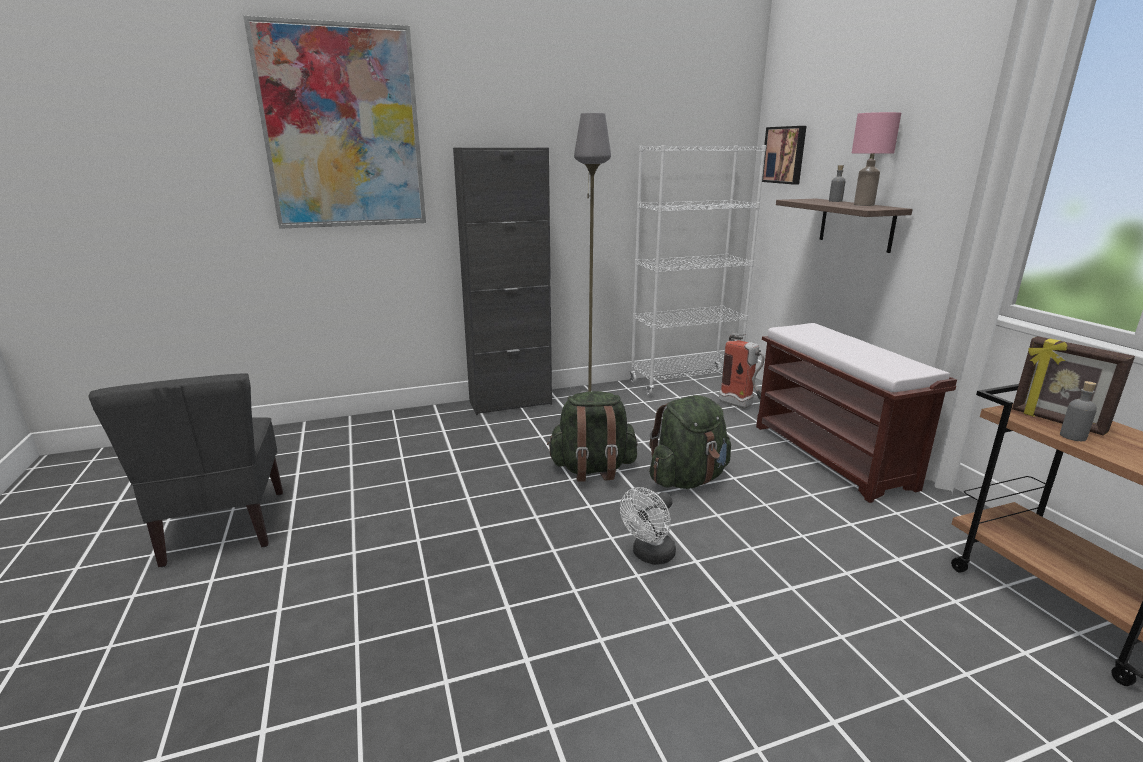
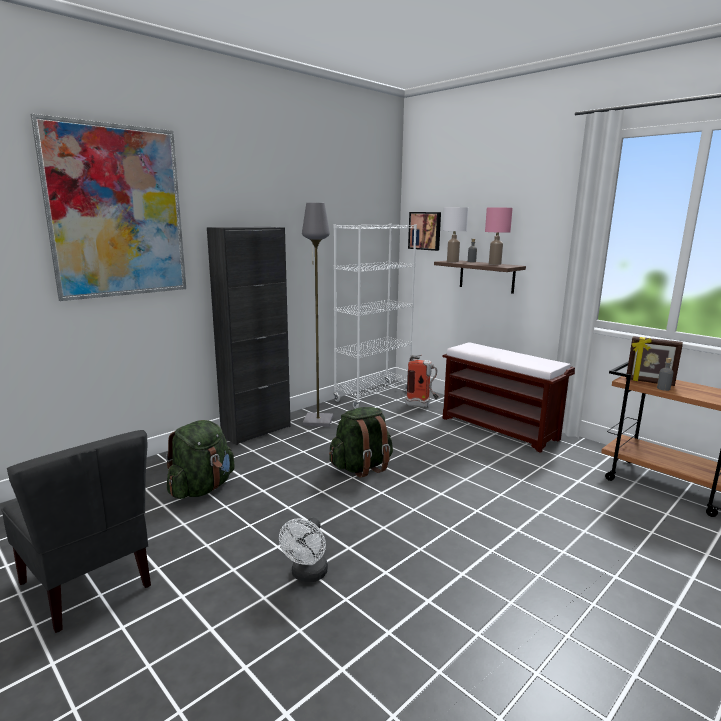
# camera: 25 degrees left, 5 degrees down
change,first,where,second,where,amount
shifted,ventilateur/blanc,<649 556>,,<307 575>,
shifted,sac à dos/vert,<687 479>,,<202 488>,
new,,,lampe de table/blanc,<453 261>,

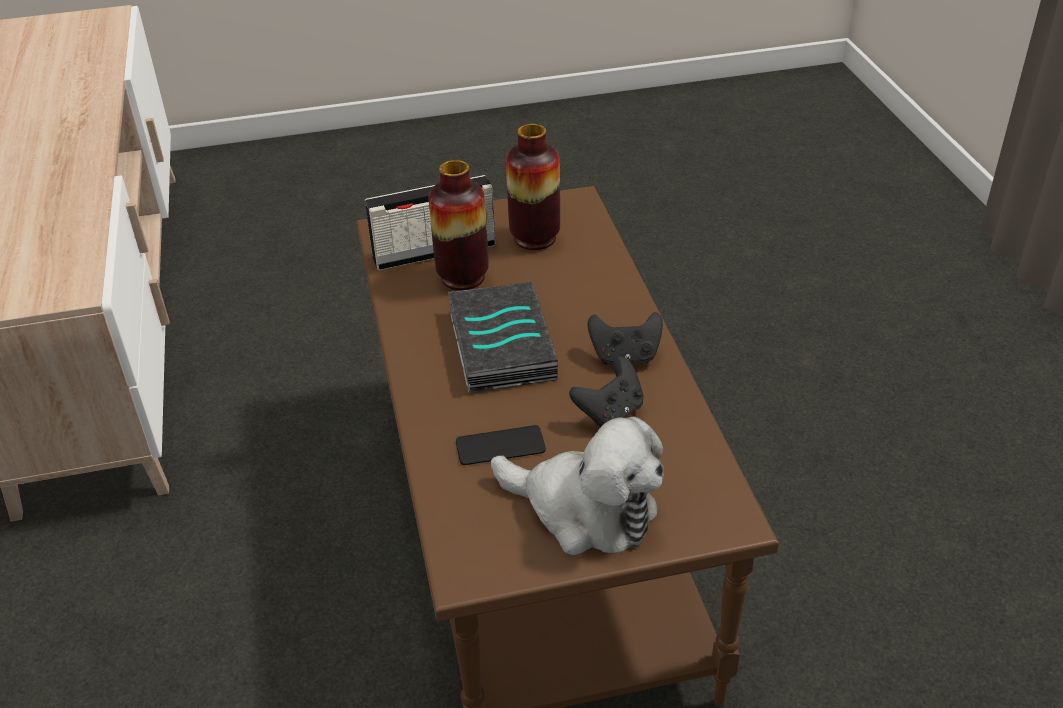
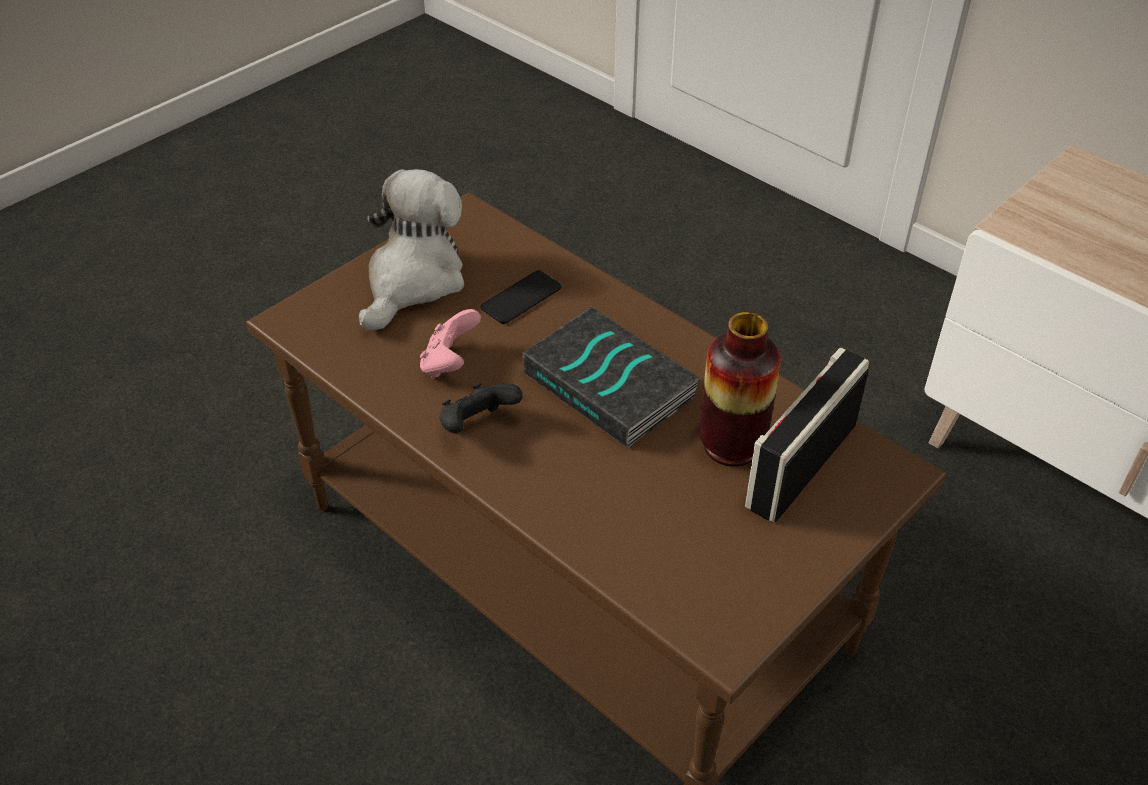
# camera: 145 degrees right, 5 degrees up
change,first,where,second,where,amount
rotated,peluche,<585 510>,,<413 281>,120 degrees clockwise
gone,vase,<535 238>,,,
repainted,manette/noir,<610 412>,manette/rose,<450 363>,

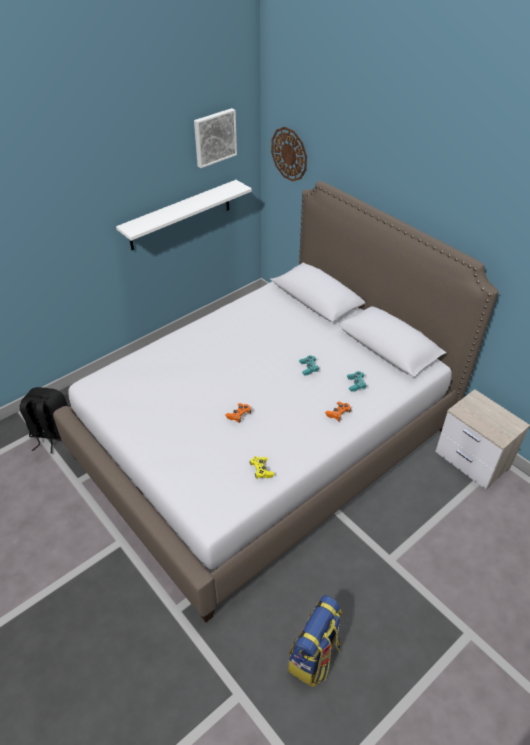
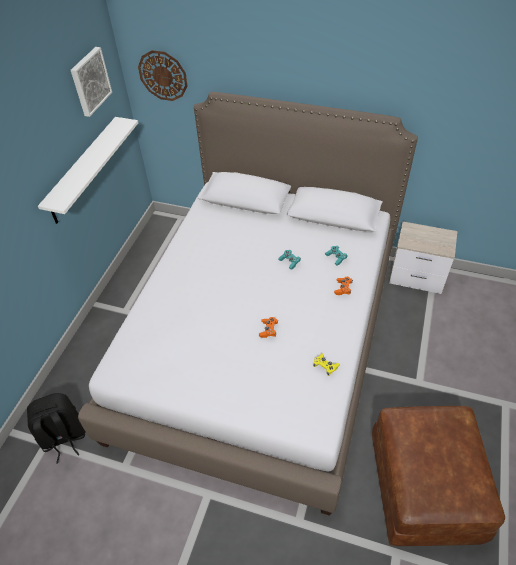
# camera: 30 degrees left, 5 degrees up
change,first,where,second,where,amount
swapped,sac à dos,<314 657>,pouf/marron,<425 488>,

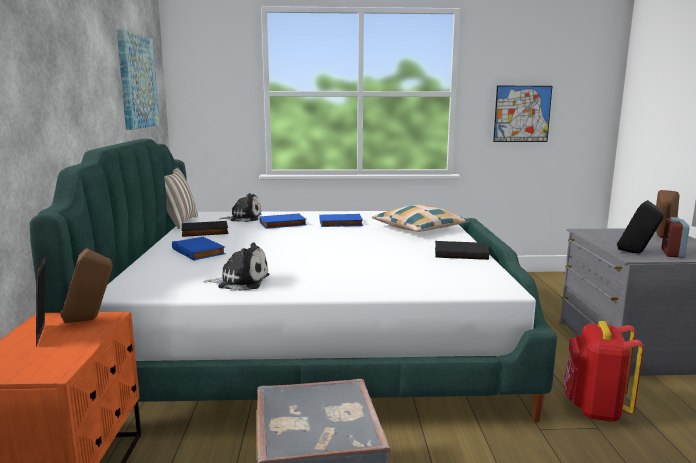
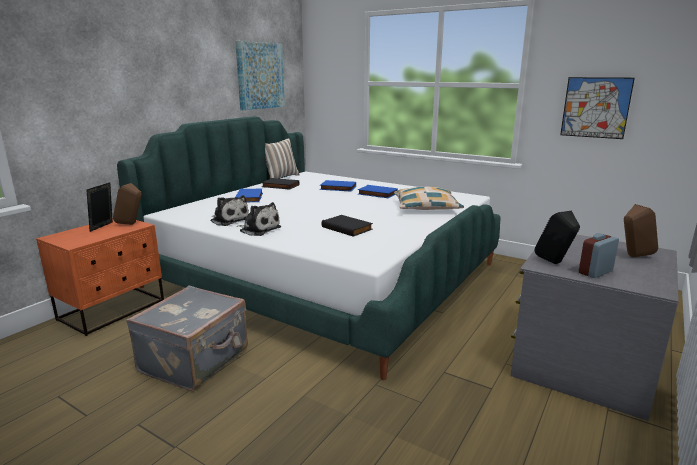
# camera: 35 degrees right, 5 degrees up
change,first,where,second,where,amount
shifted,peluche,<243 218>,,<259 229>,
shifted,livre/noir,<461 253>,,<348 228>,
gone,sac à dos/rouge,<595 409>,,,

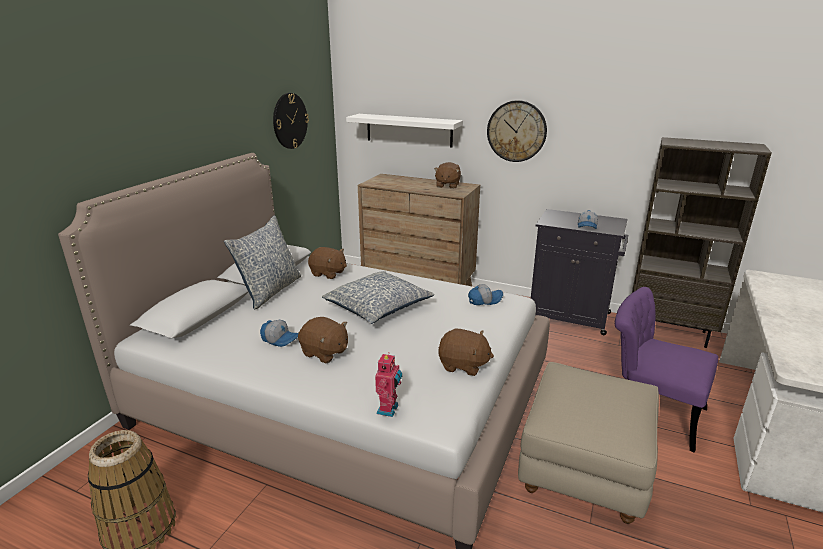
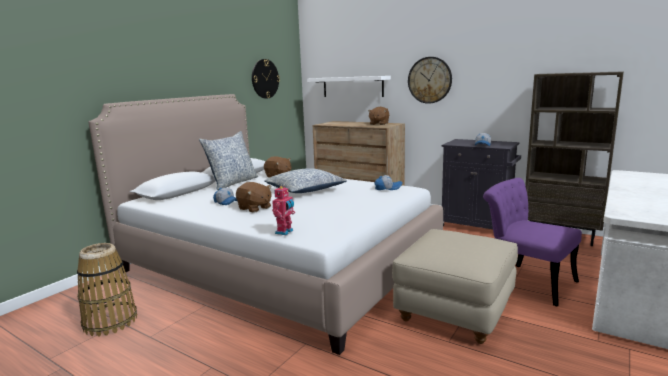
# camera: 10 degrees right, 10 degrees down
change,first,where,second,where,amount
gone,peluche/marron,<463 365>,,,

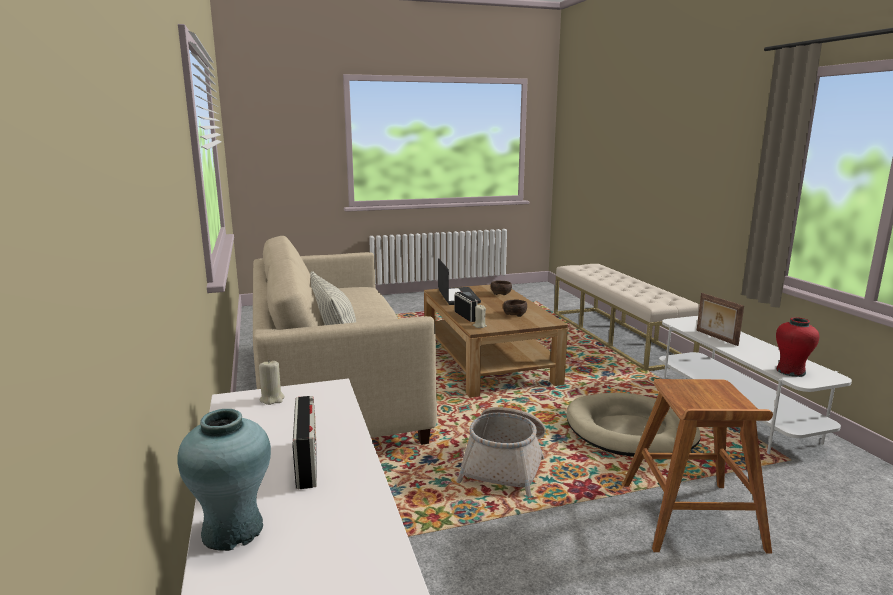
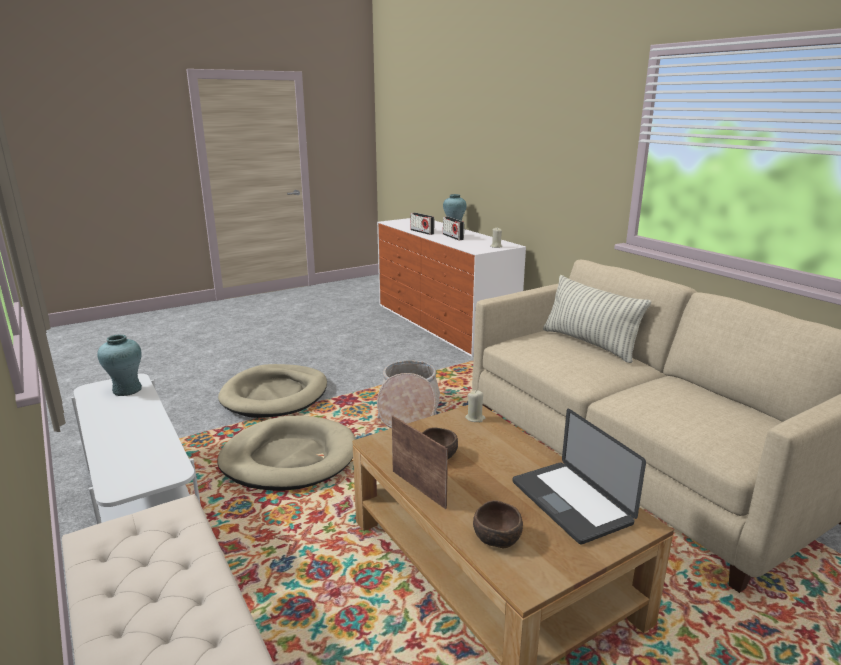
# camera: 165 degrees right, 5 degrees up
change,first,where,second,where,amount
shifted,radio,<465 316>,,<422 232>,
swapped,tabouret/marron,<691 517>,panier pour chien/beige,<275 395>,
shifted,cadre photo,<716 338>,,<419 488>,
repainted,vase/rouge,<790 371>,vase/turquoise,<127 390>,

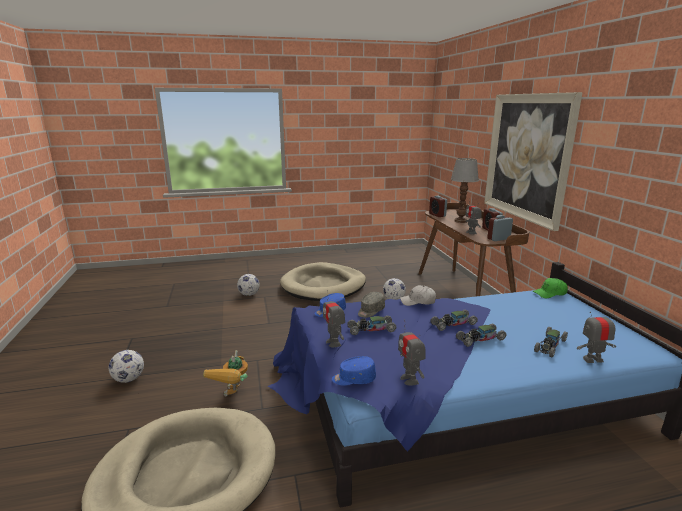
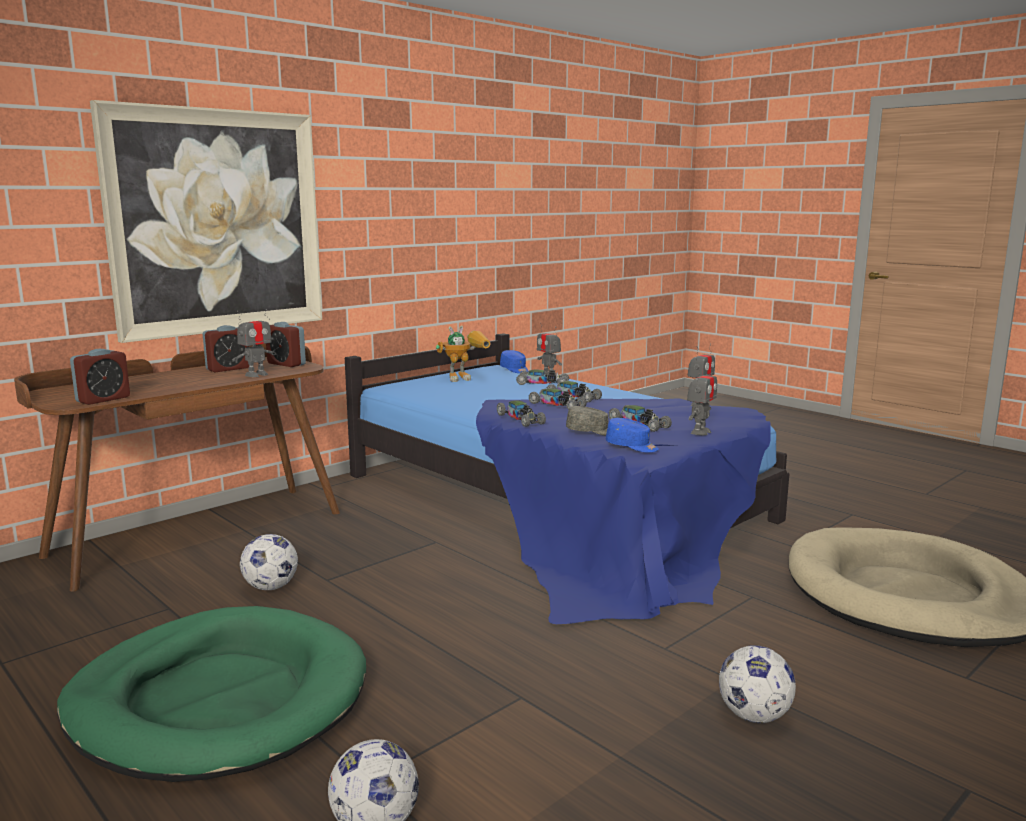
# camera: 120 degrees left, 5 degrees down
change,first,where,second,where,amount
shifted,ballon de foot,<129 379>,,<754 716>,
shifted,robot jouet,<233 396>,,<466 378>,
repainted,panier pour chien/beige,<323 286>,panier pour chien/vert,<219 700>,
shifted,casquette/bleu,<353 379>,,<515 369>,
swapped,casquette/blanc,<418 301>,petite voiture,<521 419>,
gone,lampe de table,<460 221>,,,
gone,casquette/vert,<550 293>,,,

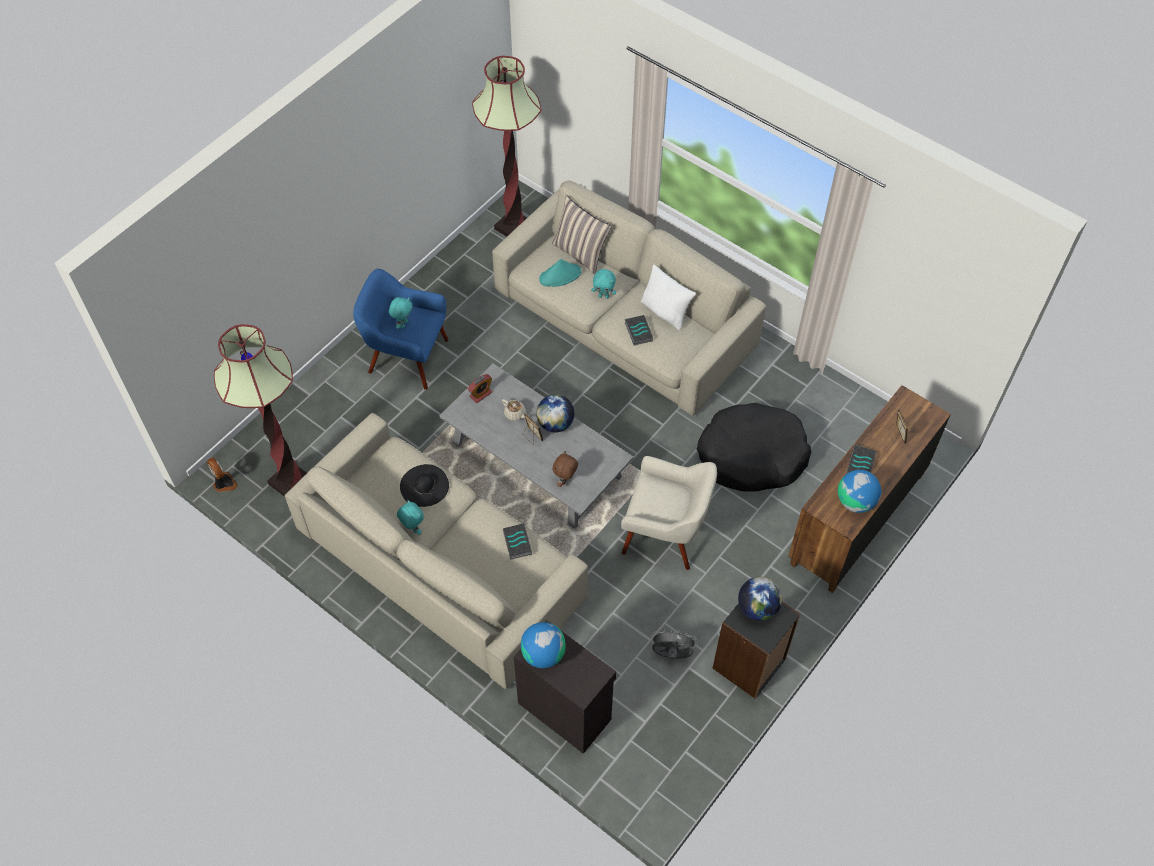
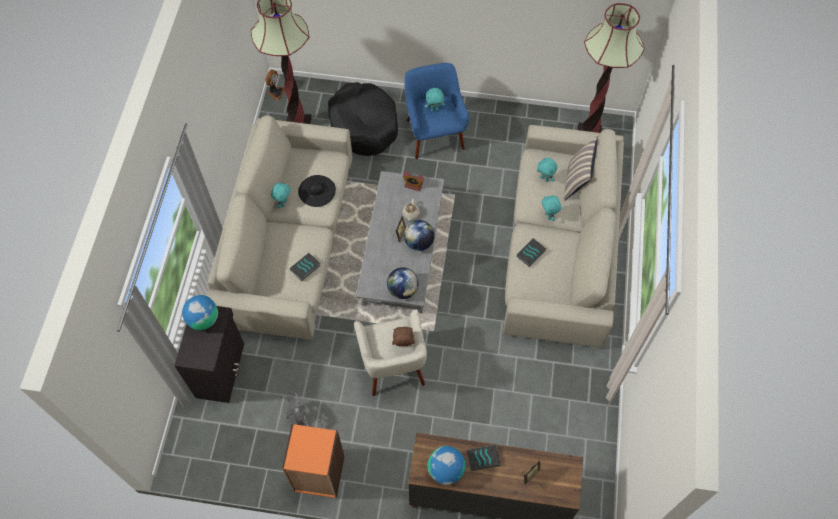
# camera: 60 degrees right, 5 degrees up
change,first,where,second,where,amount
swapped,chapeau/turquoise,<560 275>,peluche/turquoise,<545 178>,
shifted,peluche/marron,<565 480>,,<403 345>,
gone,coussin/blanc,<665 312>,,,
shifted,panier pour chien/noir,<751 456>,,<364 125>,
repainted,bibliothèque/noir,<749 664>,bibliothèque/orange,<319 474>,
shifted,globe,<757 607>,,<403 290>,

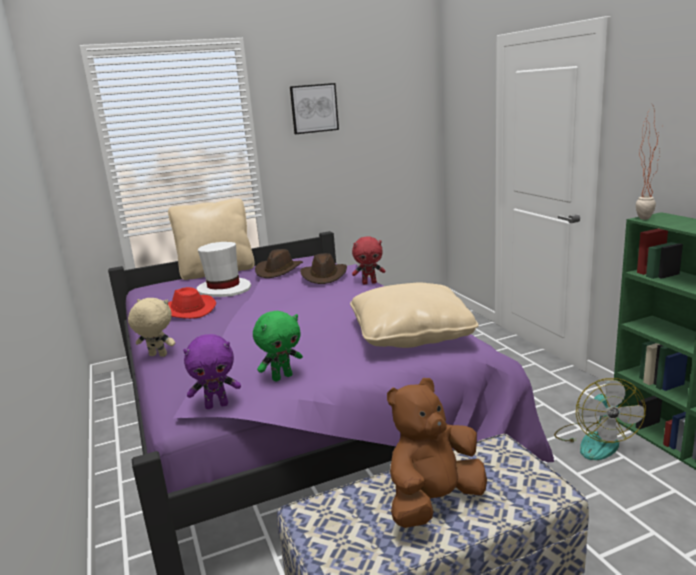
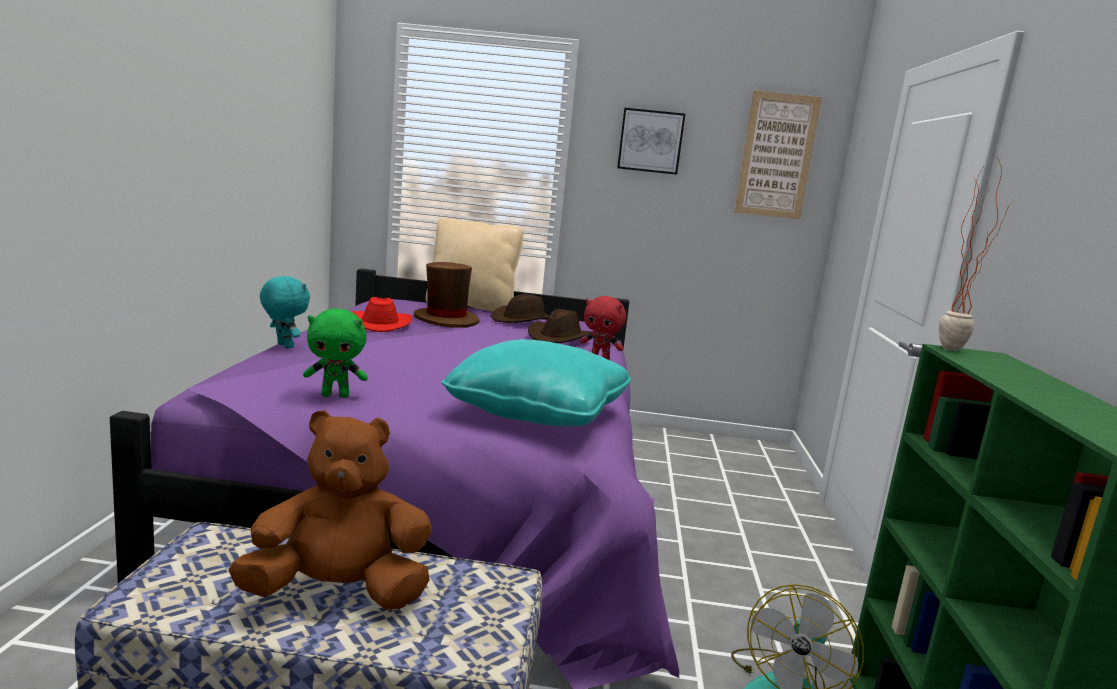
# camera: 25 degrees right, 5 degrees down
change,first,where,second,where,amount
repainted,peluche/beige,<157 356>,peluche/turquoise,<283 346>,
gone,peluche/violet,<217 405>,,,
repainted,chapeau/blanc,<224 289>,chapeau/marron,<446 320>,
repainted,coussin/beige,<411 335>,coussin/turquoise,<538 411>,
new,,,tableau,<776 156>,

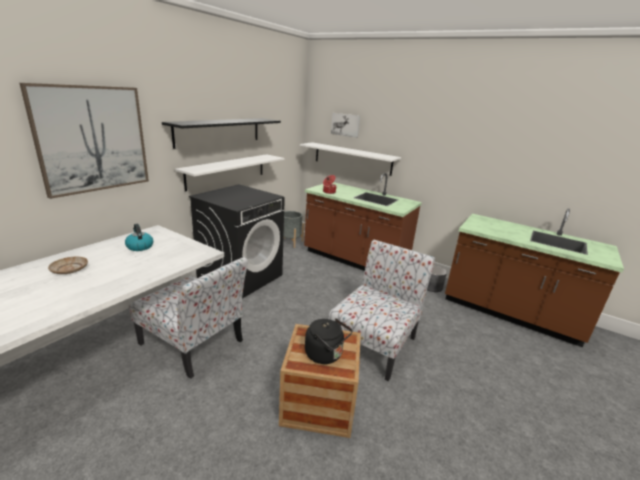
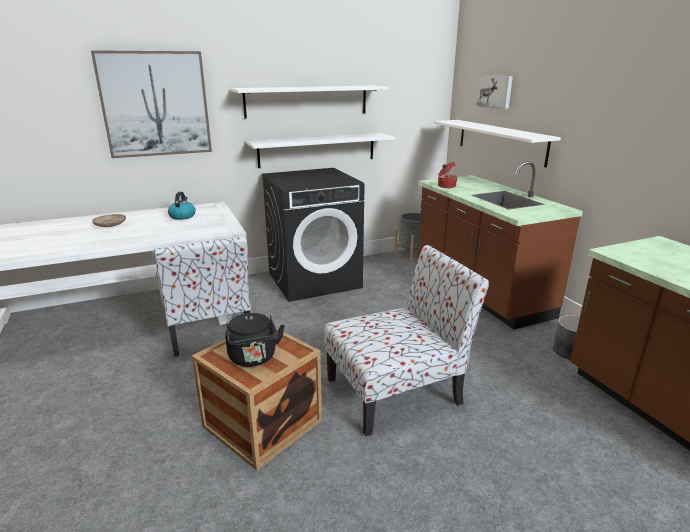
# camera: 35 degrees right, 0 degrees up
change,first,where,second,where,amount
repainted,étagère/noir,<219 131>,étagère/blanc,<307 101>,

